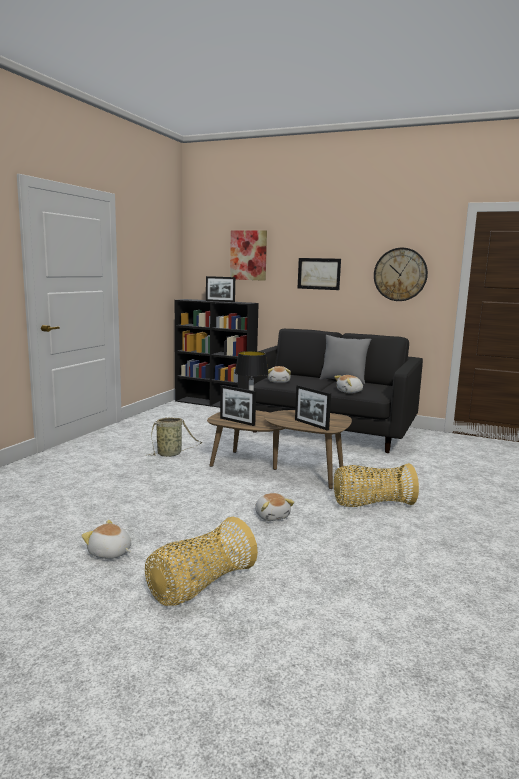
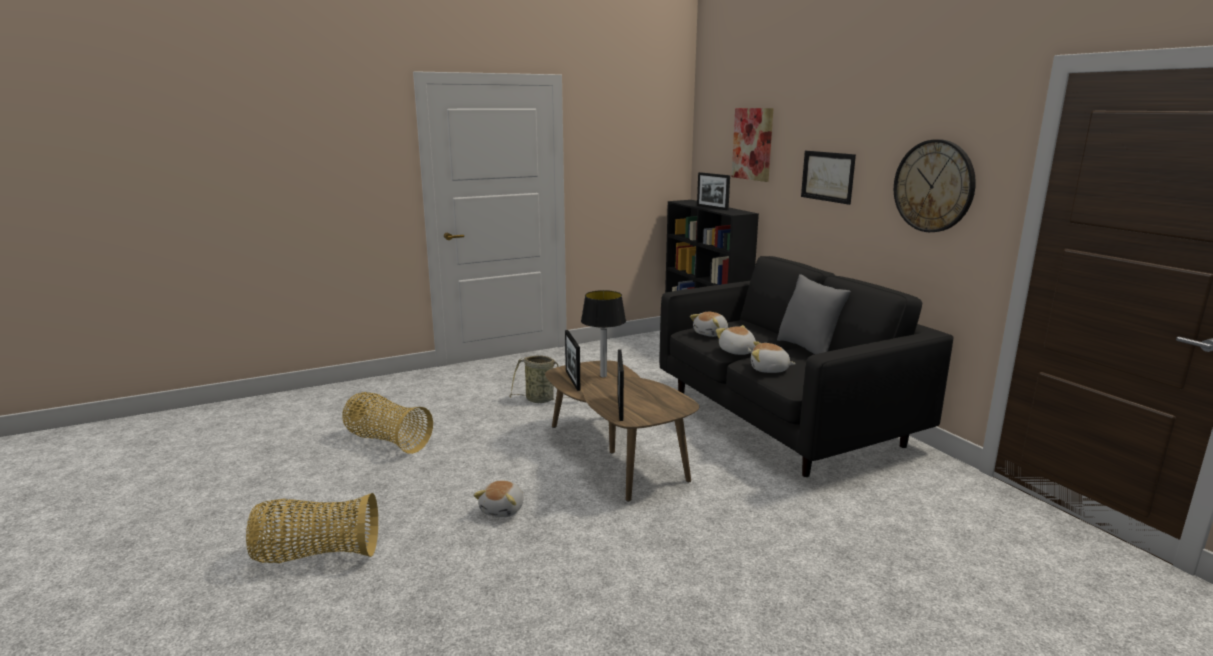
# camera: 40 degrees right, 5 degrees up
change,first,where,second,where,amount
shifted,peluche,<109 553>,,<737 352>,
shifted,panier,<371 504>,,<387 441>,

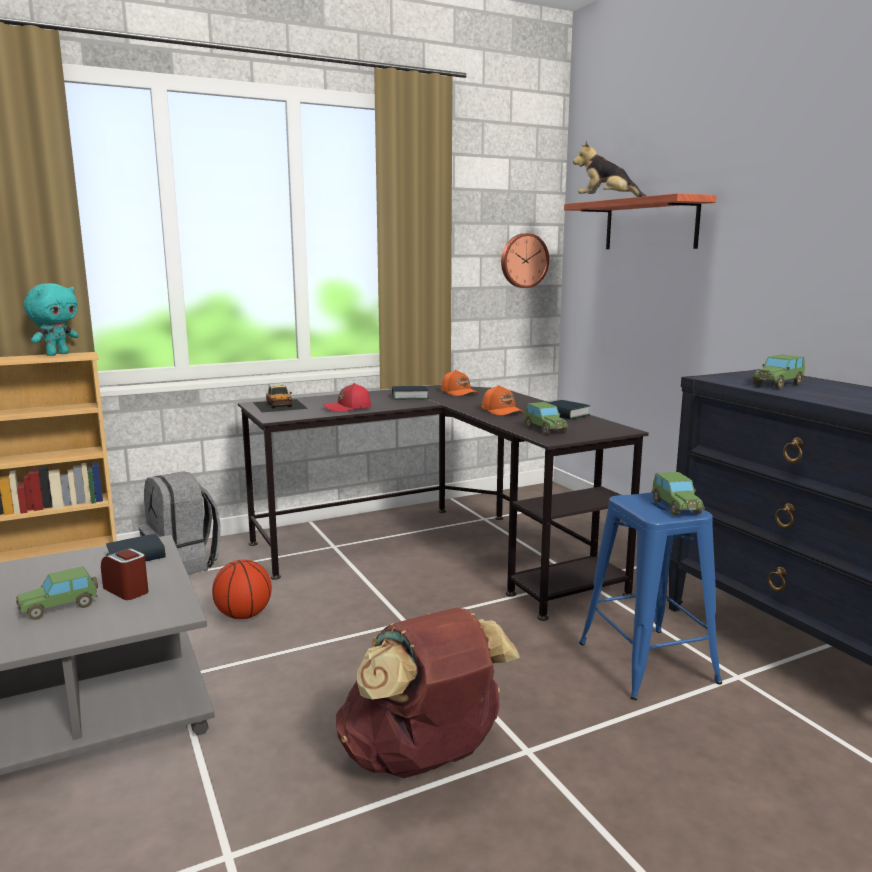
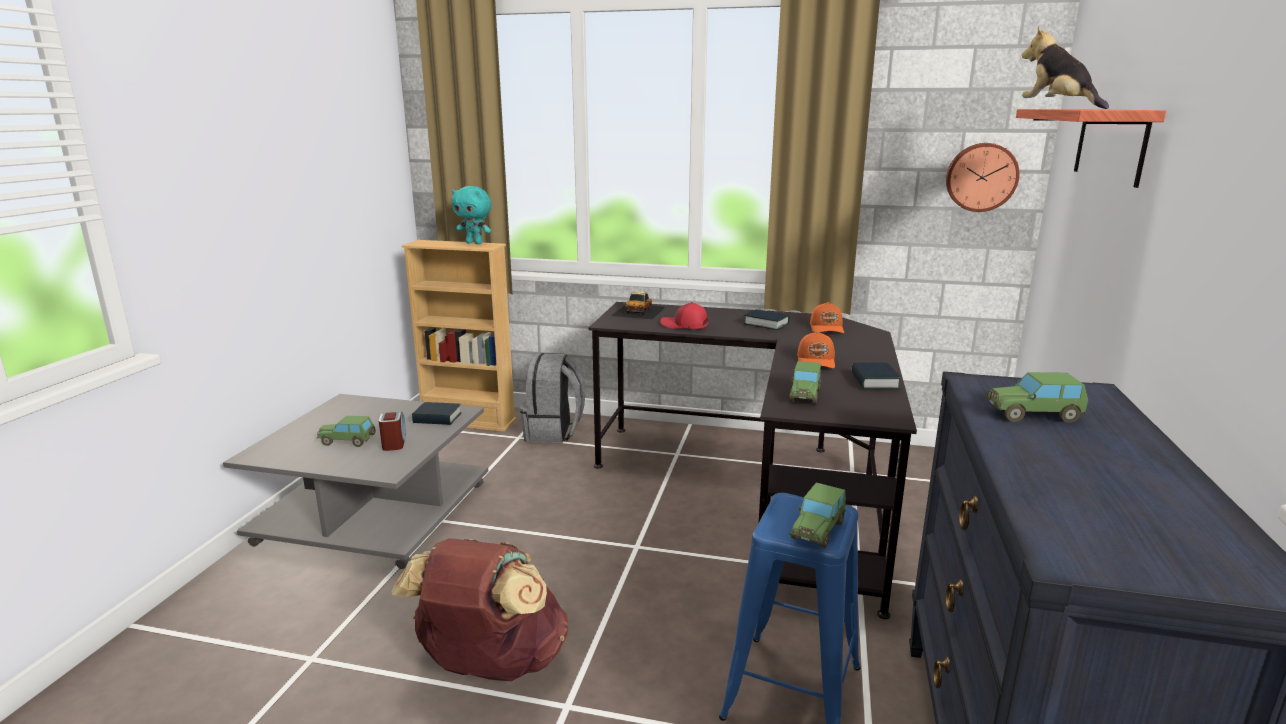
# camera: 40 degrees right, 5 degrees up
change,first,where,second,where,amount
rotated,peluche/turquoise,<57 354>,,<474 243>,45 degrees clockwise
gone,ballon de basket,<243 616>,,,

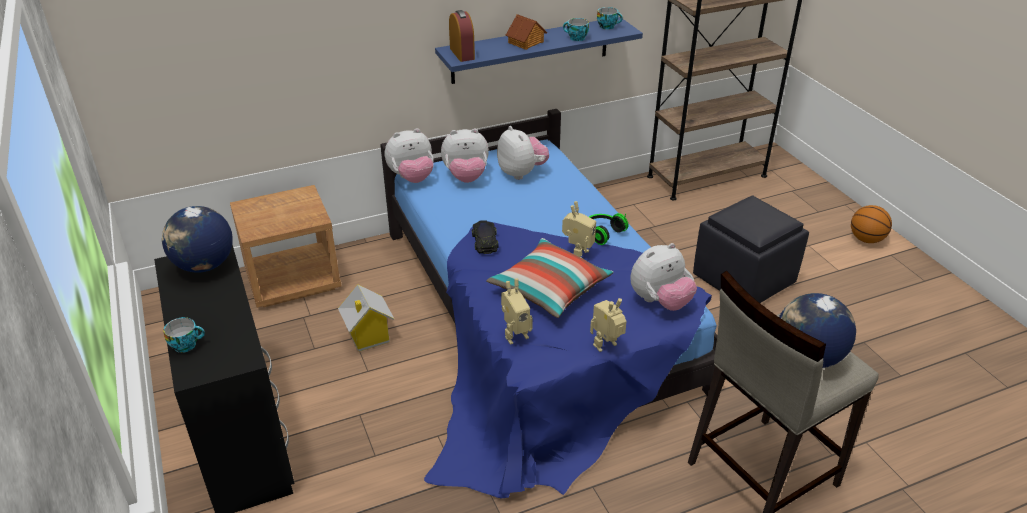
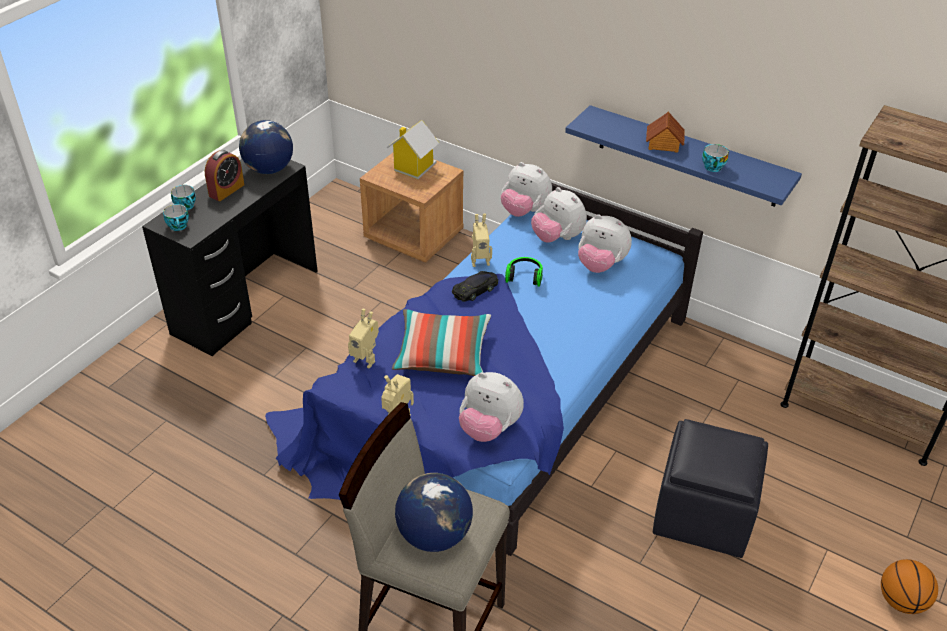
# camera: 55 degrees right, 5 degrees up
change,first,where,second,where,amount
shifted,maison miniature,<368 336>,,<413 167>,
shifted,réveil,<462 53>,,<226 190>,
rotated,peluche,<522 173>,,<600 265>,90 degrees clockwise
shifted,robot jouet,<577 253>,,<480 261>,
shifted,casque audio,<602 233>,,<524 276>,
shifted,tasse,<608 26>,,<179 226>,

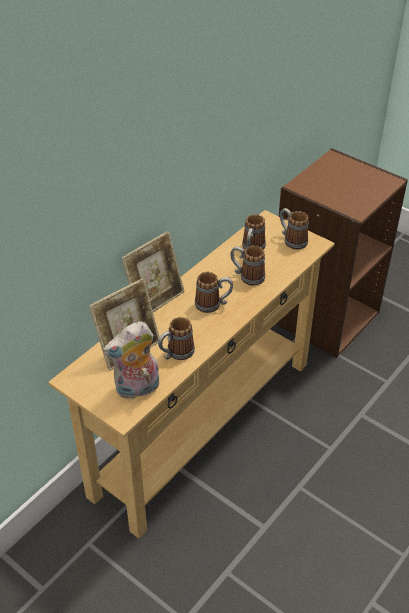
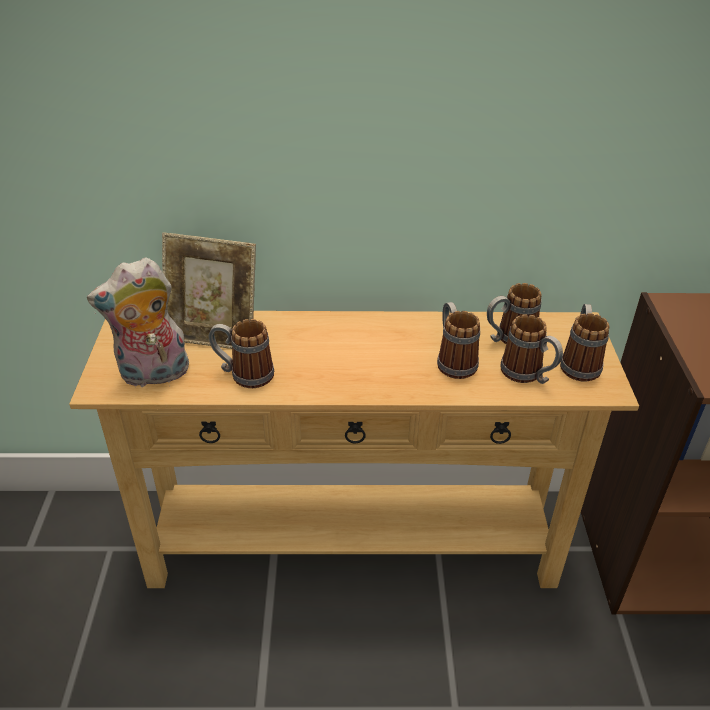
# camera: 50 degrees right, 5 degrees down
change,first,where,second,where,amount
rotated,peluche,<137 389>,,<153 375>,45 degrees counterclockwise
gone,cadre photo,<155 300>,,,
shifted,mug,<213 304>,,<528 375>,

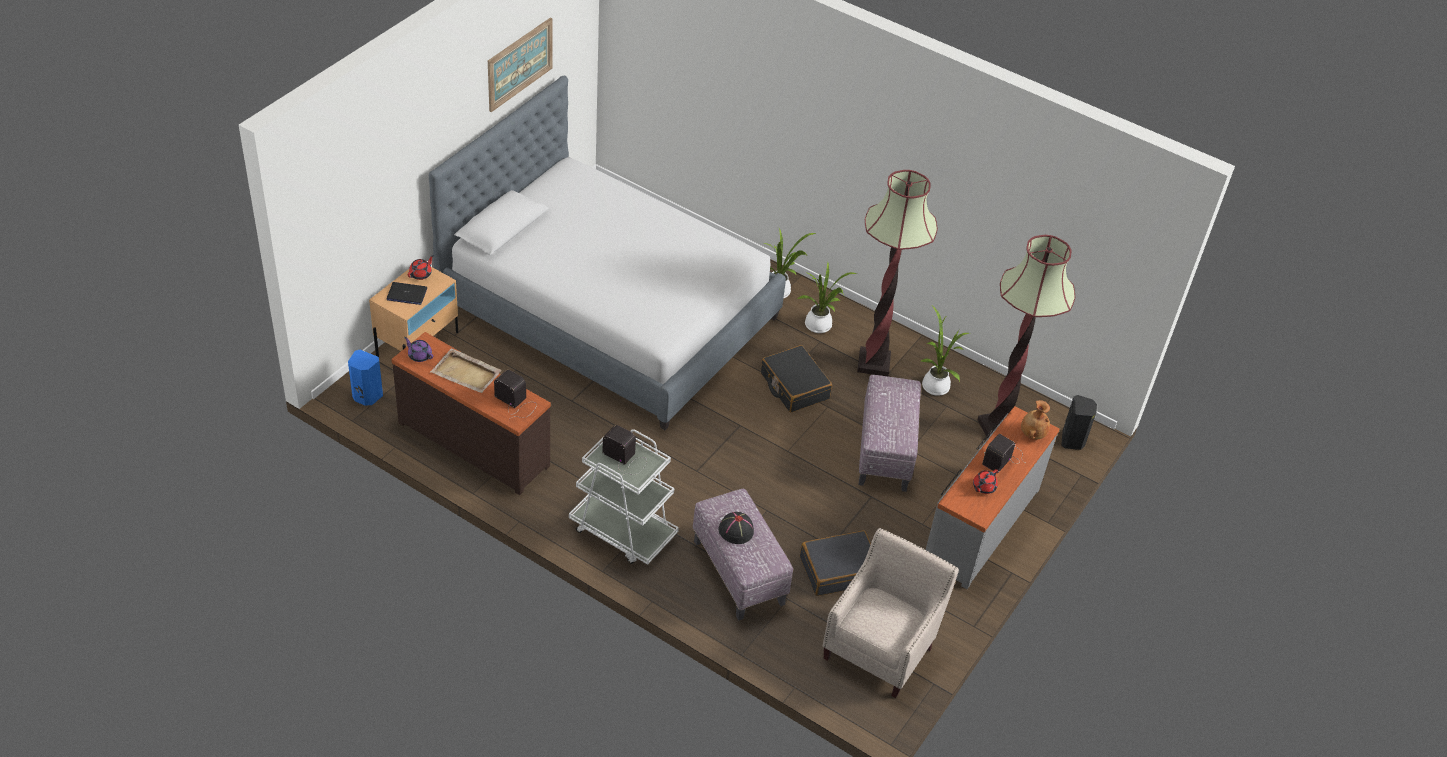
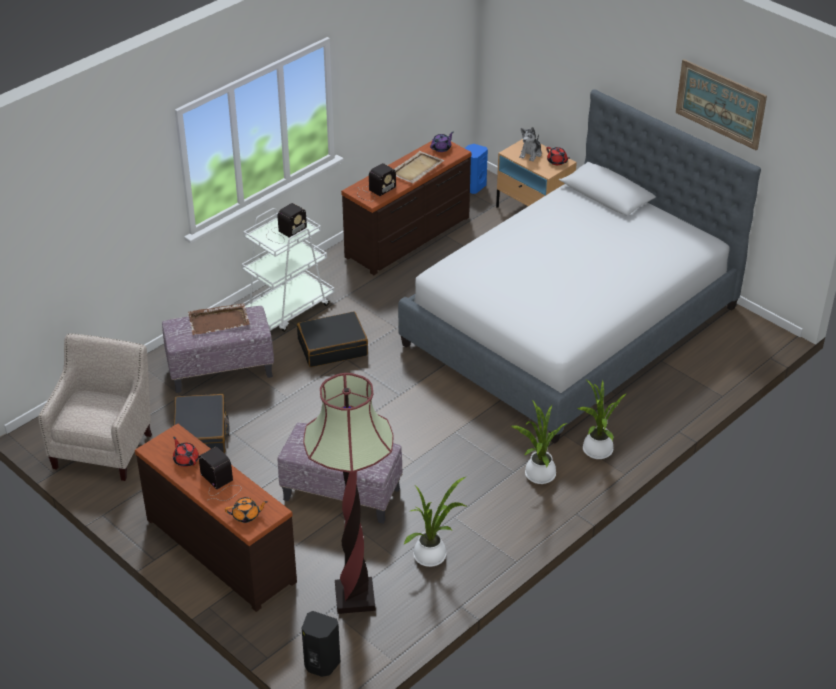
# camera: 105 degrees right, 5 degrees down
change,first,where,second,where,amount
swapped,ordinateur portable,<406 294>,peluche,<531 154>,
swapped,chapeau/noir,<735 530>,plateau/marron,<219 321>,
shifted,valise/noir,<794 386>,,<332 347>,
rotated,fauteuil/beige,<881 647>,,<105 446>,120 degrees counterclockwise
gone,lampadaire,<873 363>,,,
repainted,commode/gris,<980 525>,commode/marron,<222 549>,
swapped,vase/marron,<1032 433>,théière/orange,<246 515>,

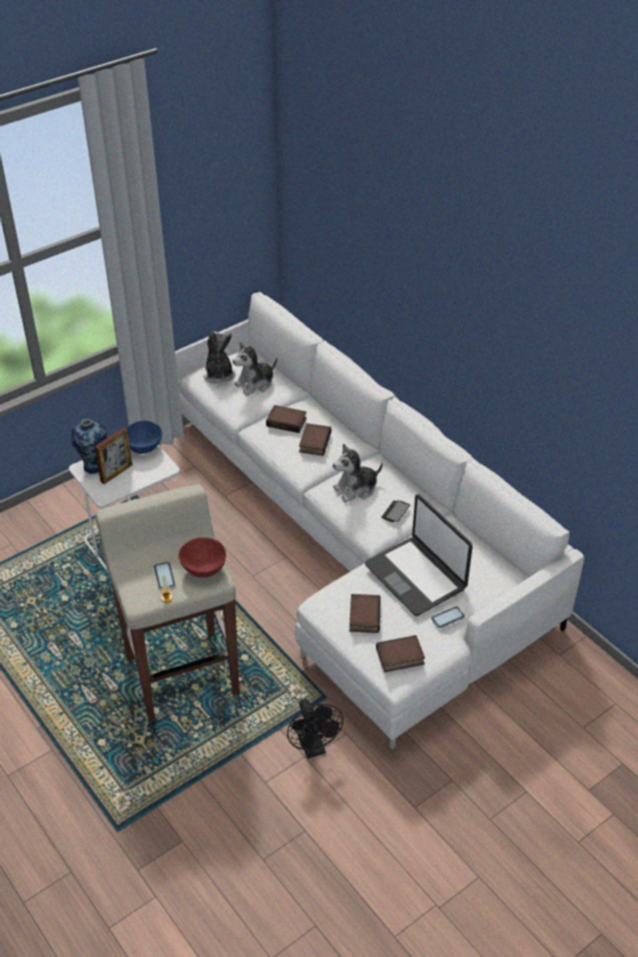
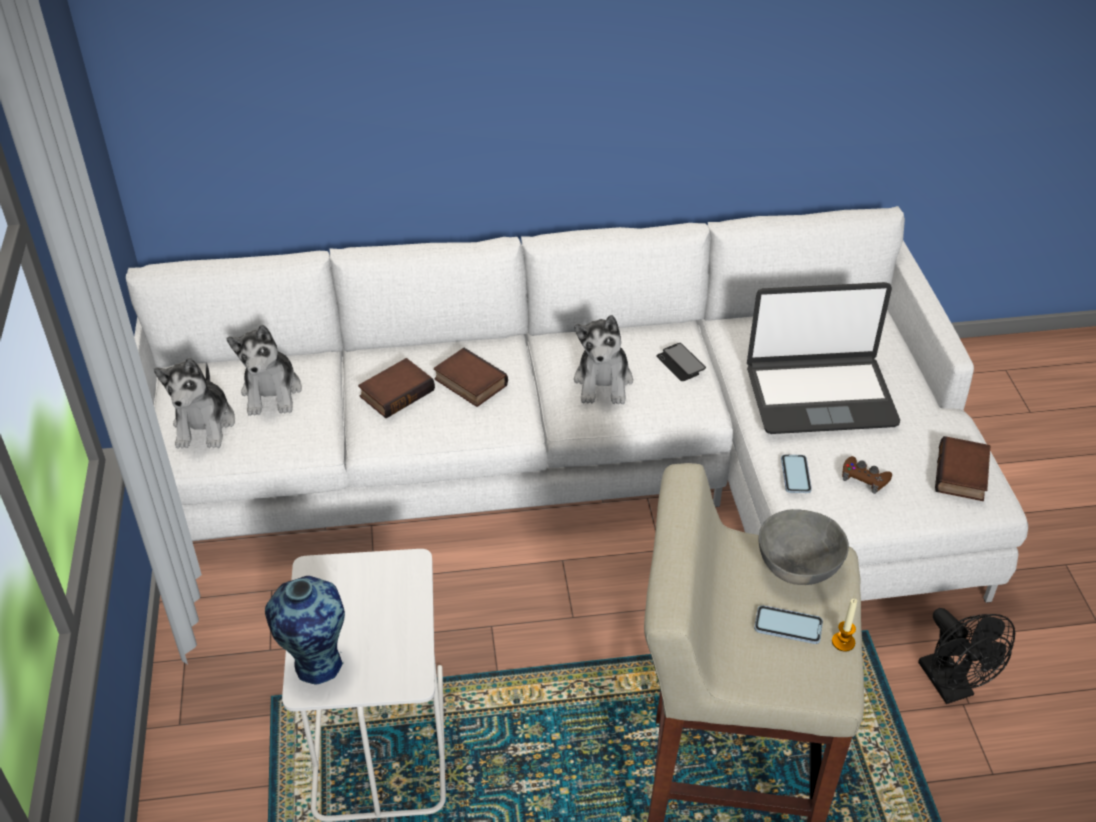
# camera: 60 degrees left, 0 degrees up
change,first,where,second,where,amount
gone,cadre photo,<116 473>,,,
gone,bol/bleu,<144 447>,,,
repainted,bol/rouge,<203 568>,bol/gris,<796 568>,
rotated,peluche,<218 374>,,<204 424>,105 degrees counterclockwise
rotated,ventilateur/noir,<313 747>,,<951 687>,60 degrees clockwise
swapped,livre,<363 616>,manette/marron,<864 478>,
shifted,téléphone,<447 618>,,<795 475>,

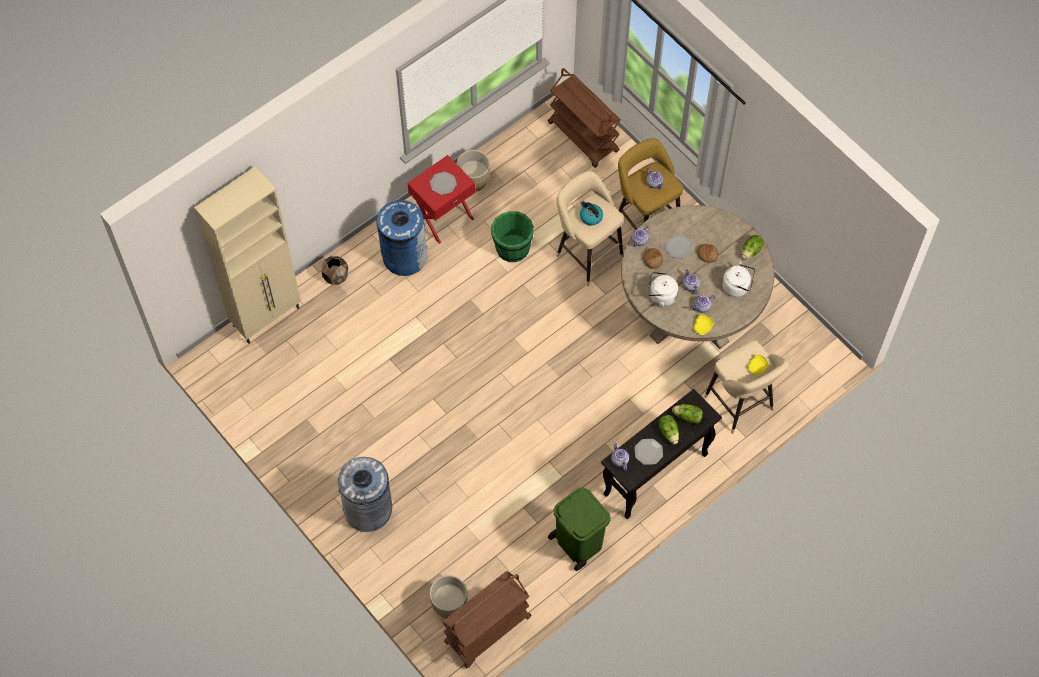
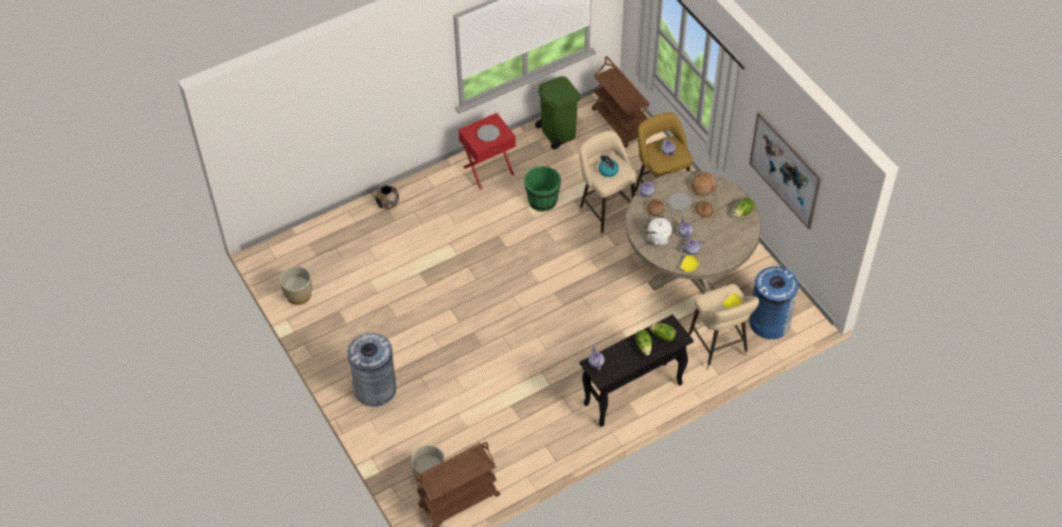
# camera: 10 degrees right, 10 degrees down
change,first,where,second,where,amount
gone,meuble de rangement/beige,<267 317>,,,
shifted,poubelle/bleu,<404 256>,,<769 322>,
shifted,cache-pot/beige,<474 180>,,<299 295>,
shifted,poubelle/vert,<578 543>,,<557 133>,
gone,assiette,<648 452>,,,
gone,bouilloire/blanc,<737 287>,,,
new,,,pain,<703 186>,
new,,,tableau,<784 170>,

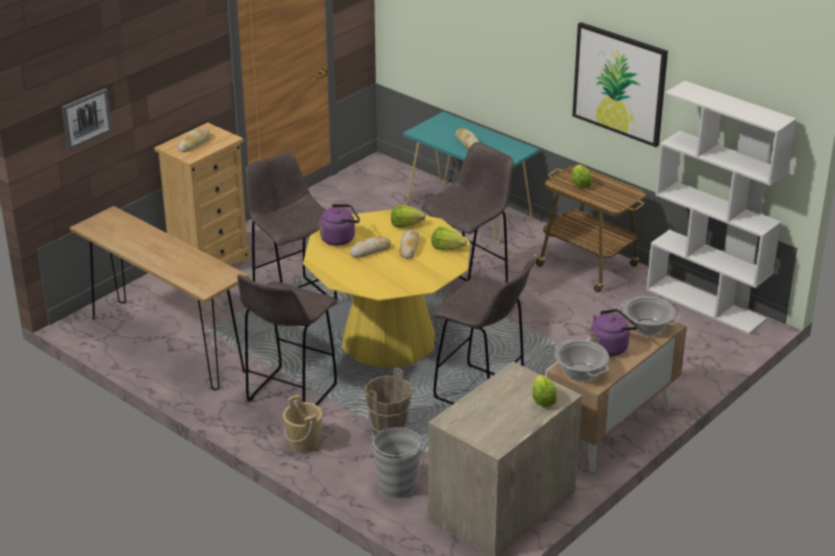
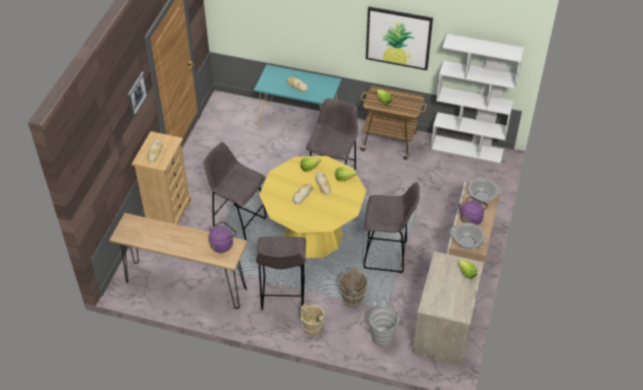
# camera: 25 degrees left, 15 degrees up
change,first,where,second,where,amount
shifted,tableau,<86 118>,,<136 94>,
shifted,bouilloire/violet,<340 238>,,<222 244>,

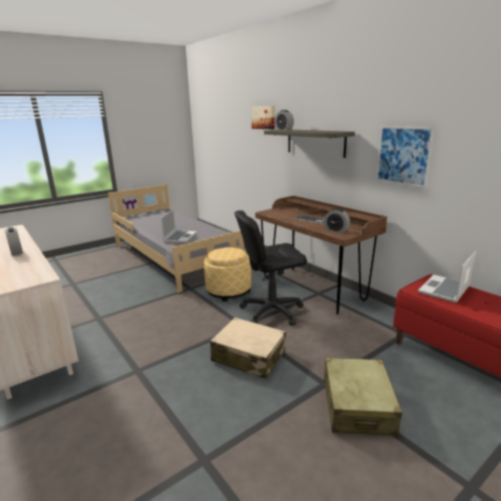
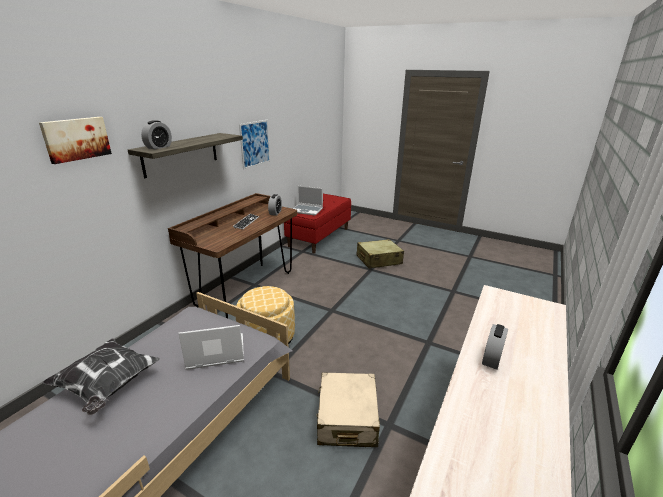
# camera: 115 degrees left, 5 degrees up
change,first,where,second,where,amount
shifted,valise/beige,<249 356>,,<347 418>,
gone,chaise de bureau/noir,<271 311>,,,
new,,,coussin,<107 386>,

